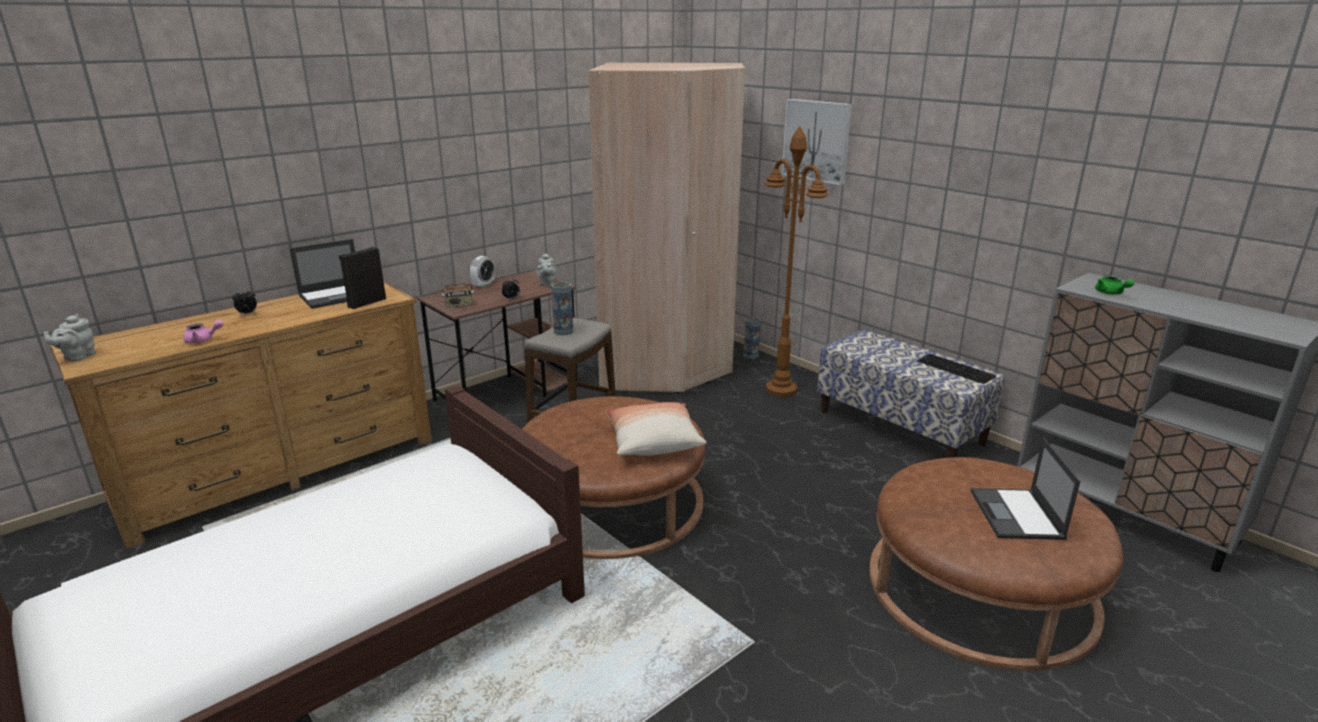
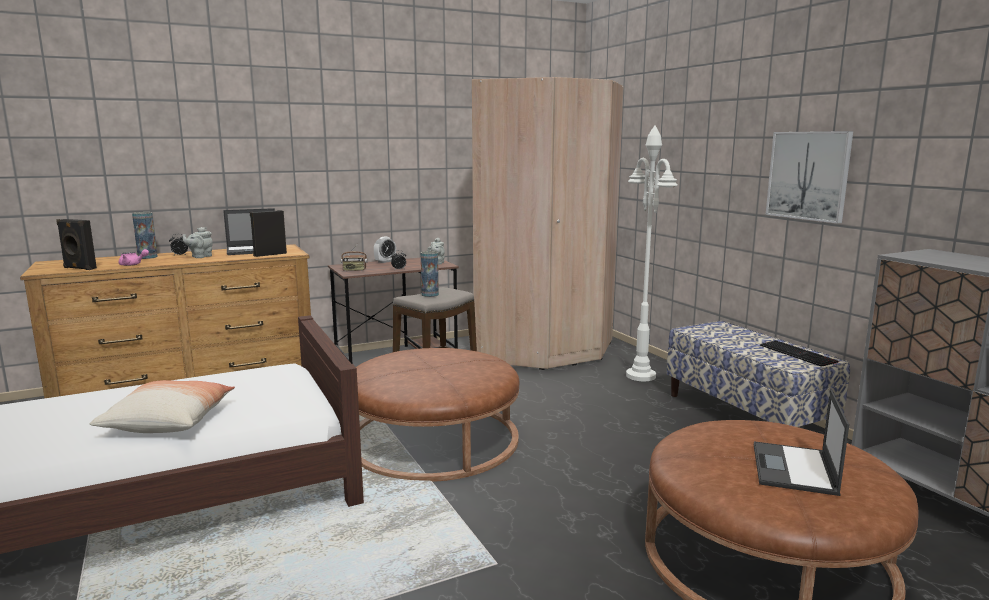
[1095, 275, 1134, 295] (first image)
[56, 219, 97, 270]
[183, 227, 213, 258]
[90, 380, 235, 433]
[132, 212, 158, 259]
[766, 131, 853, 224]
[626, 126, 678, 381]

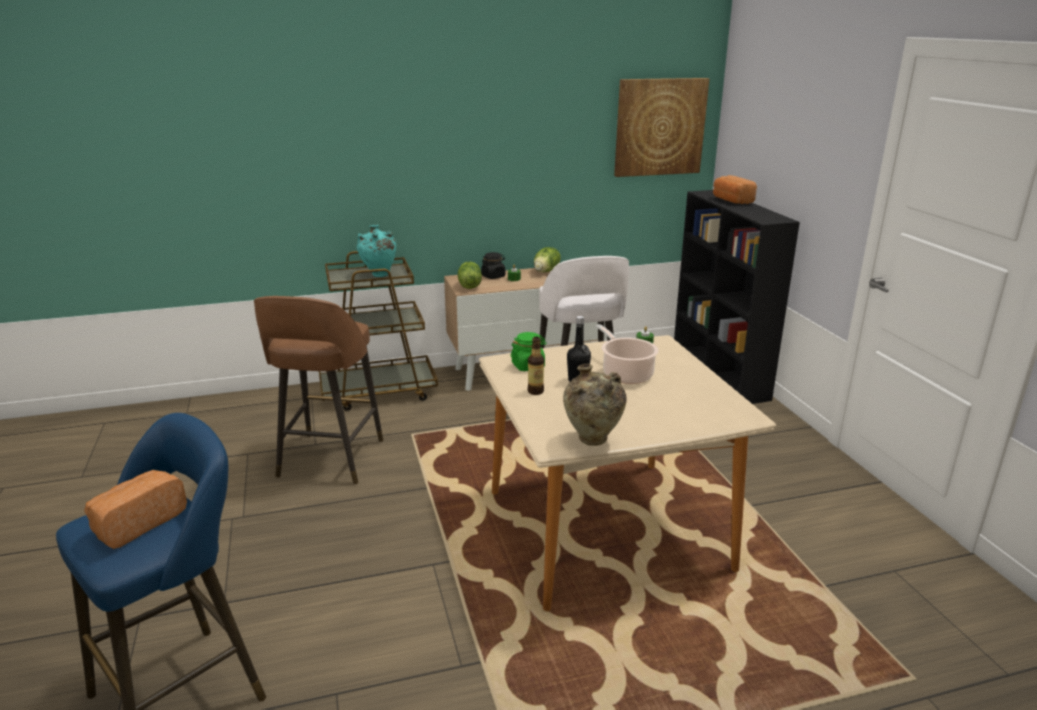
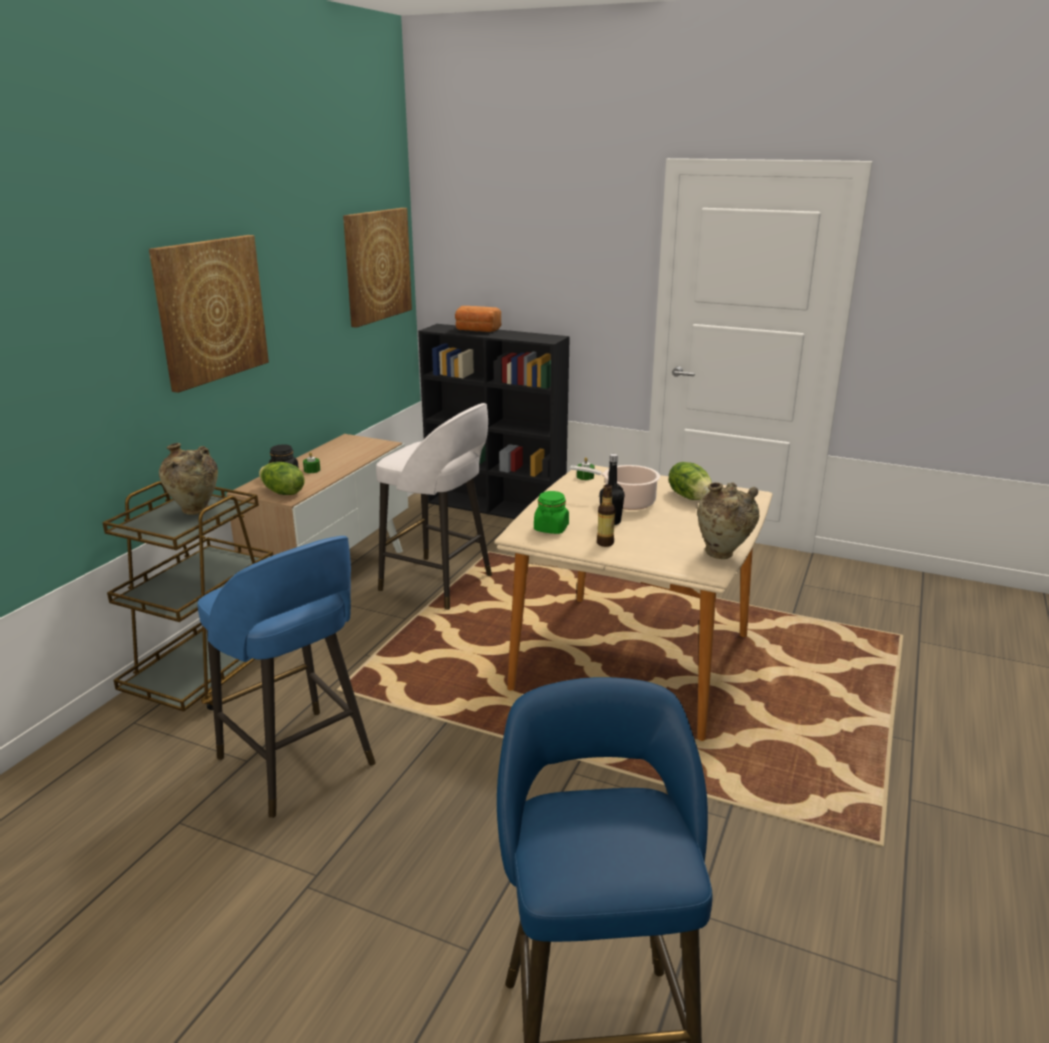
[84, 470, 187, 549] (first image)
[149, 235, 269, 393]
[669, 462, 712, 500]
[197, 536, 376, 818]
[159, 443, 218, 515]

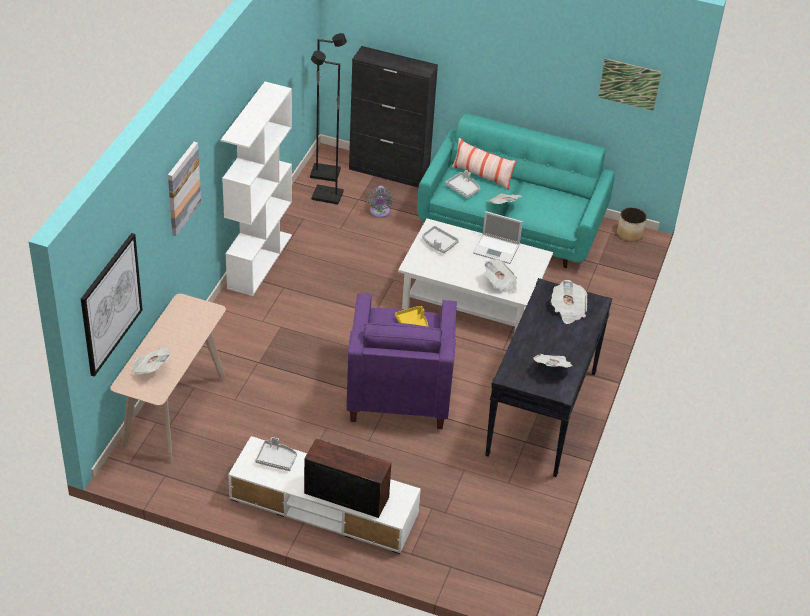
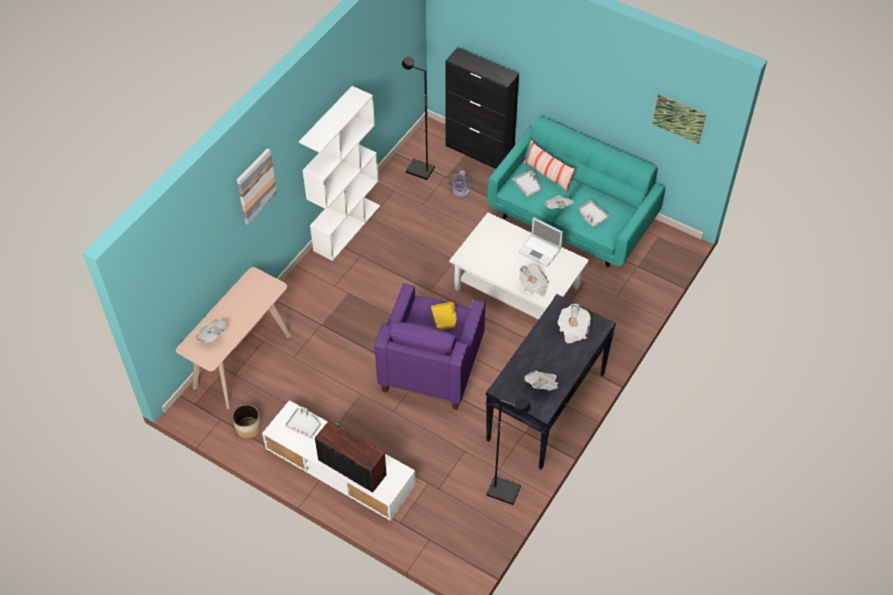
[81, 233, 143, 377] (first image)
[486, 398, 531, 505]
[579, 200, 609, 227]
[233, 405, 262, 439]

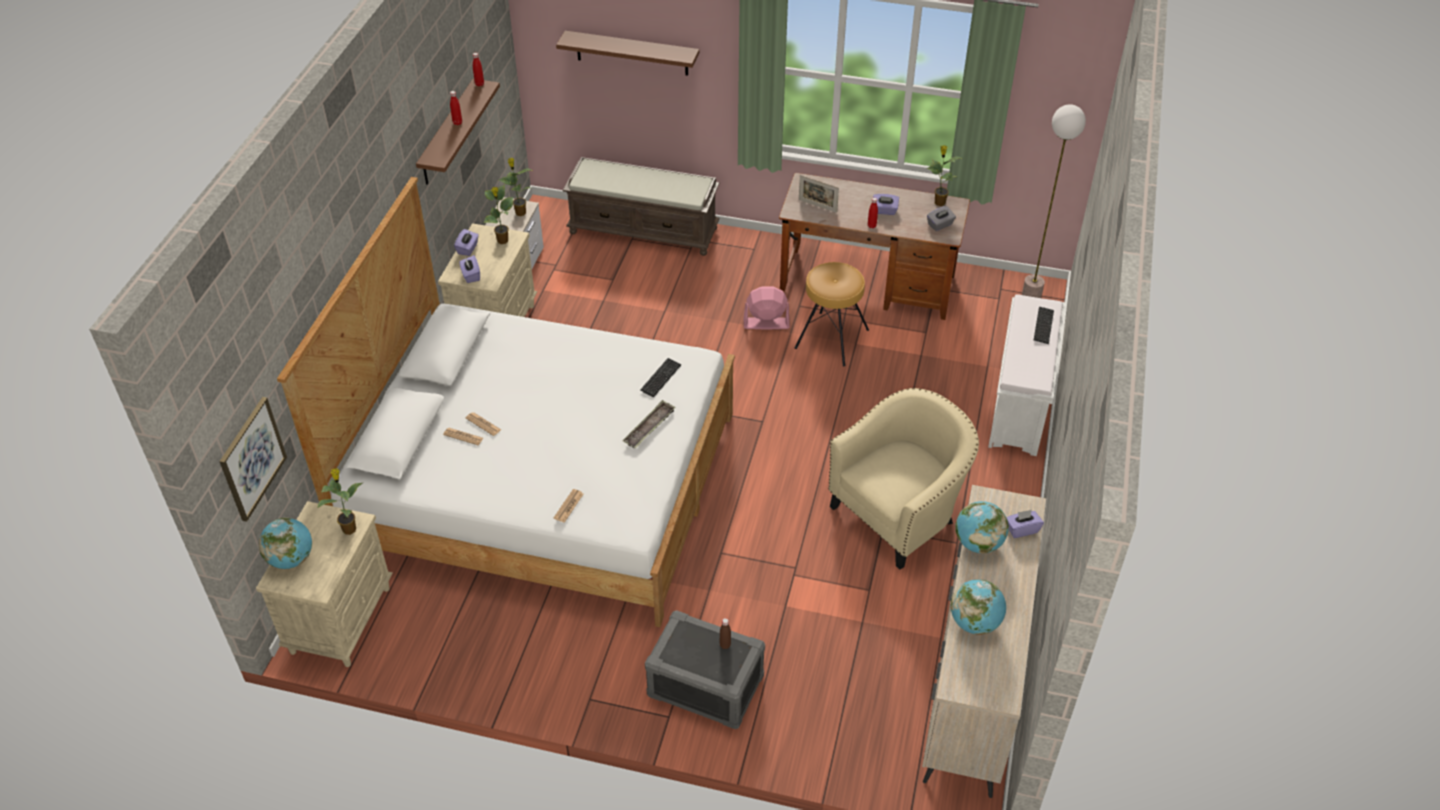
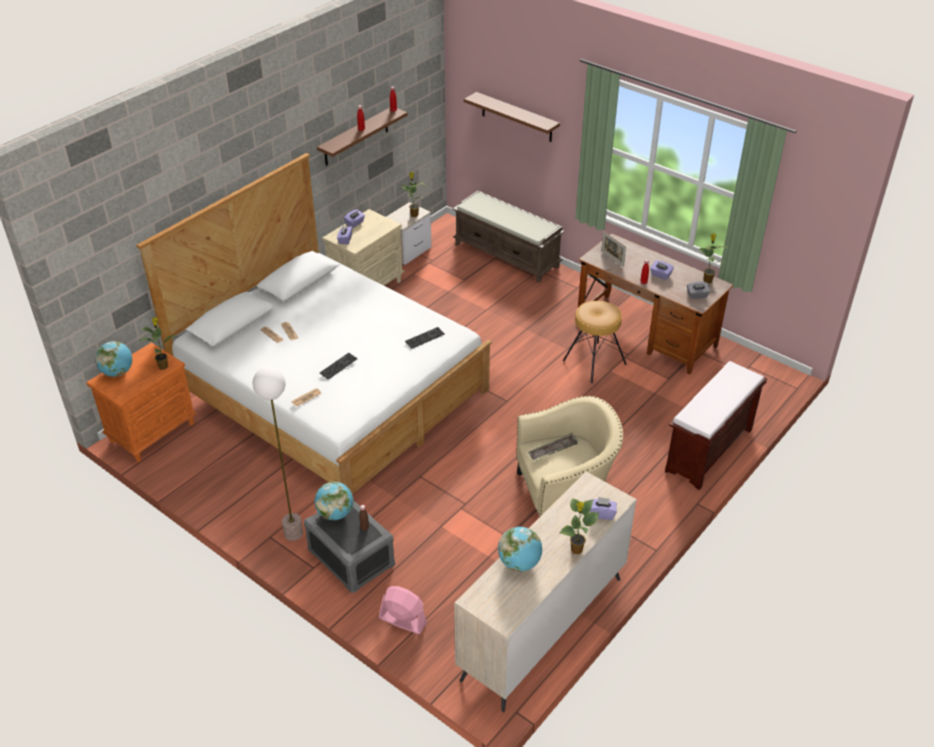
[219, 397, 287, 522] (first image)
[559, 498, 599, 555]
[527, 433, 579, 461]
[379, 586, 427, 634]
[315, 482, 353, 520]
[253, 366, 303, 541]
[320, 353, 358, 380]
[86, 343, 197, 462]
[665, 361, 767, 490]

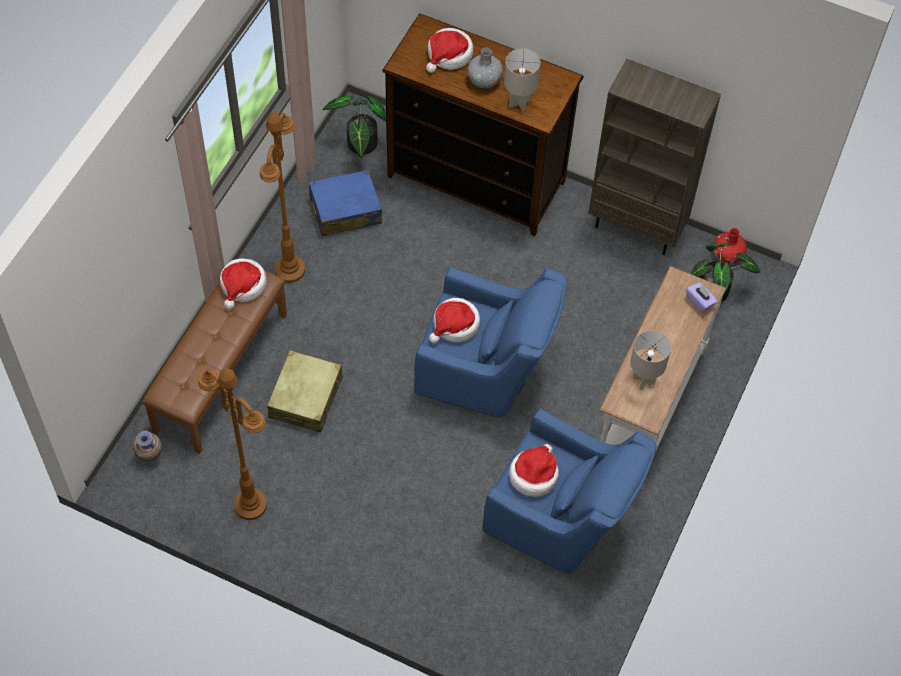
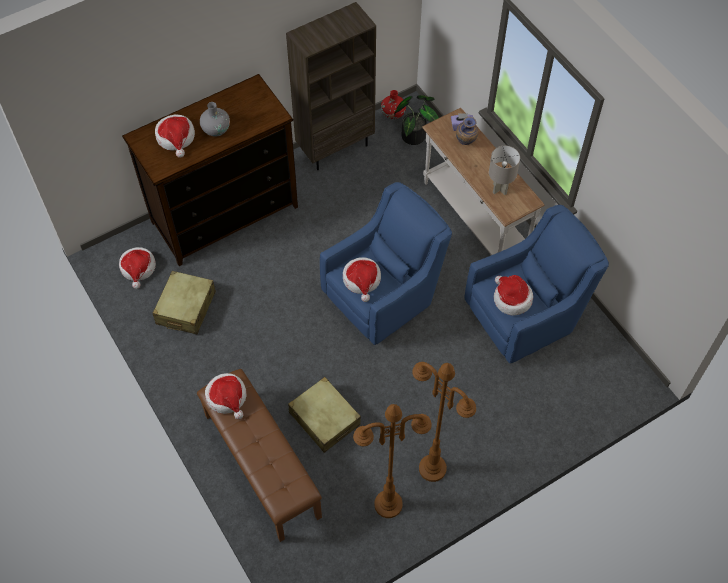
[504, 48, 541, 111] (first image)
[456, 117, 478, 145]
[412, 362, 476, 482]
[119, 247, 156, 289]
[152, 271, 216, 334]

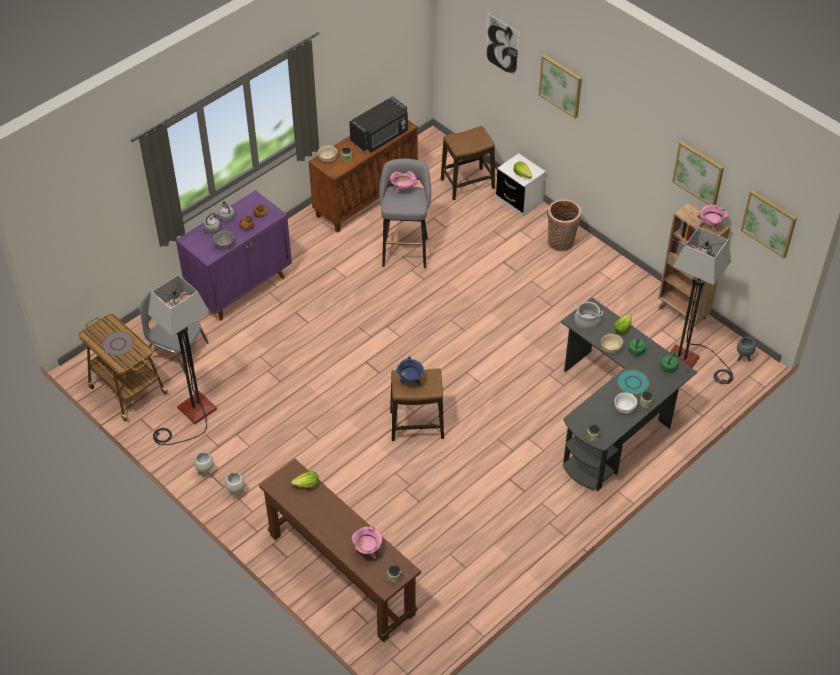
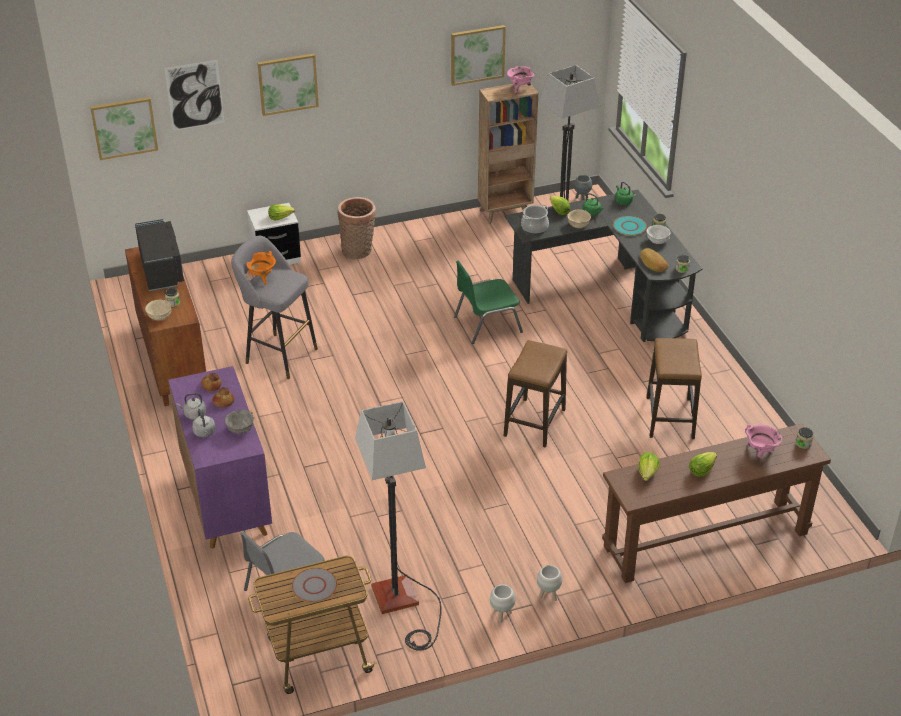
[396, 356, 424, 385] (first image)
[454, 261, 523, 344]
[640, 248, 668, 272]
[689, 452, 717, 477]
[647, 338, 702, 439]
[90, 97, 158, 160]
[247, 251, 276, 285]

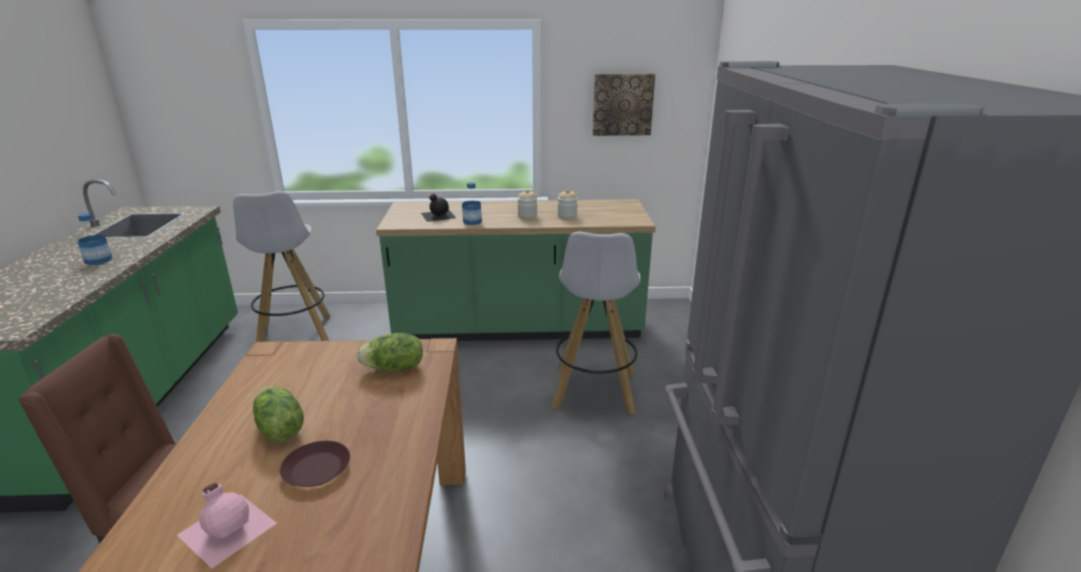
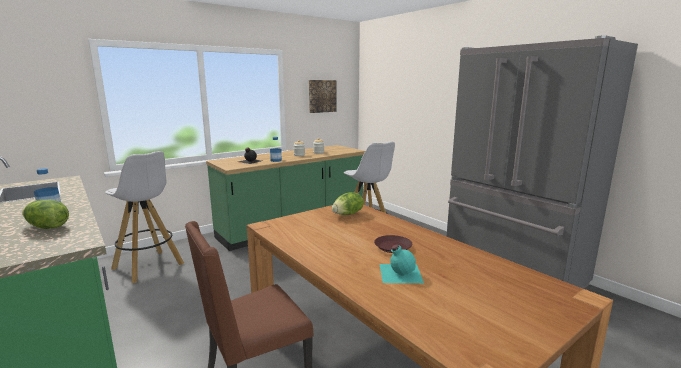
[22, 200, 69, 229]
[379, 244, 424, 283]

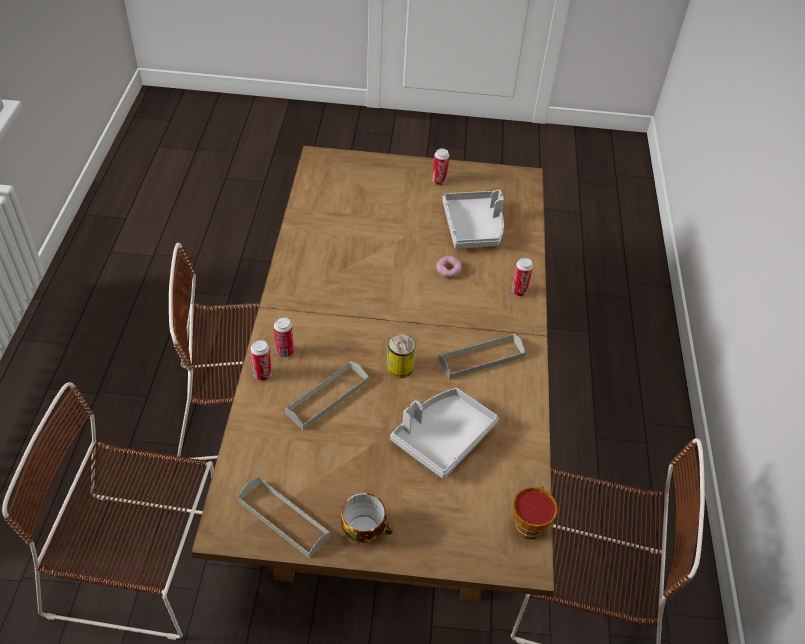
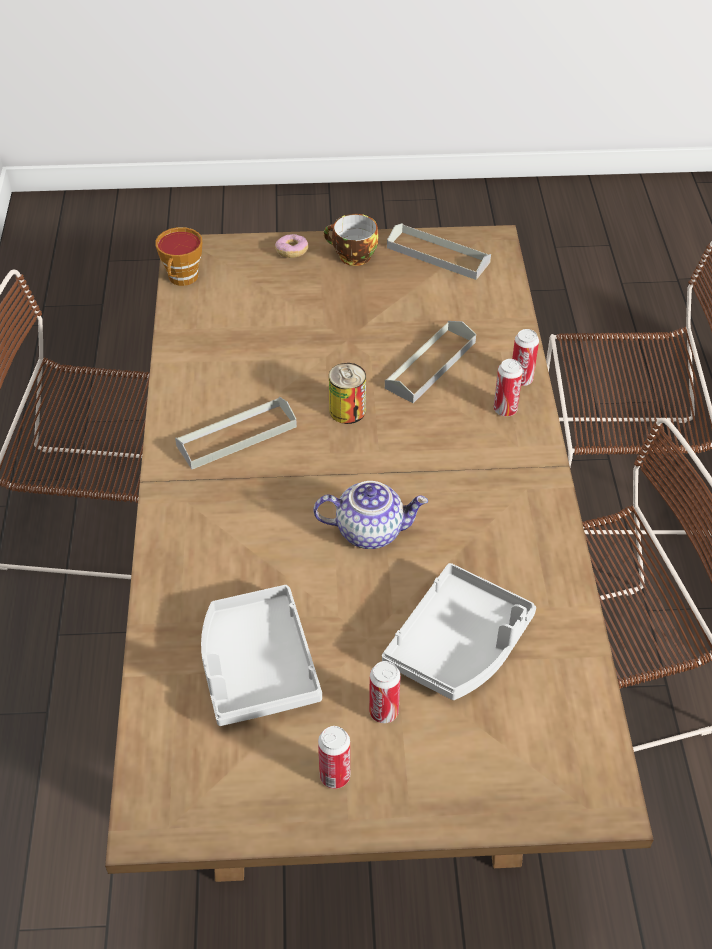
[313, 481, 428, 549]
[382, 563, 536, 700]
[275, 234, 308, 258]
[369, 661, 401, 723]

